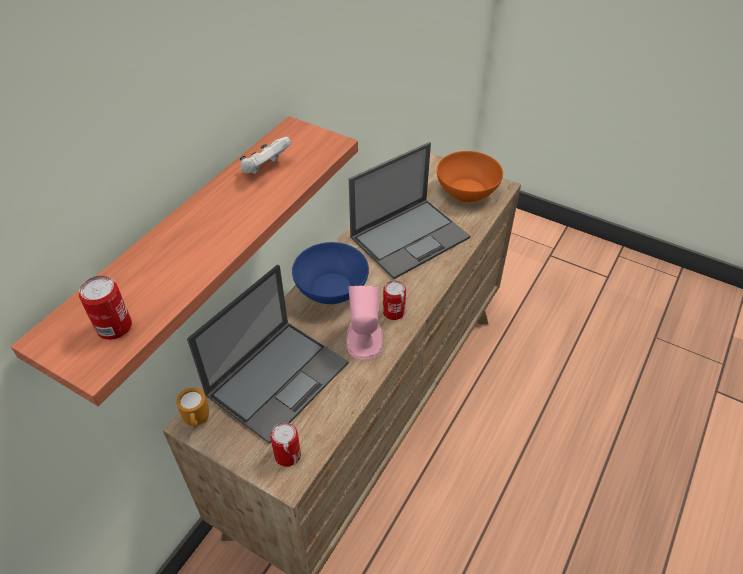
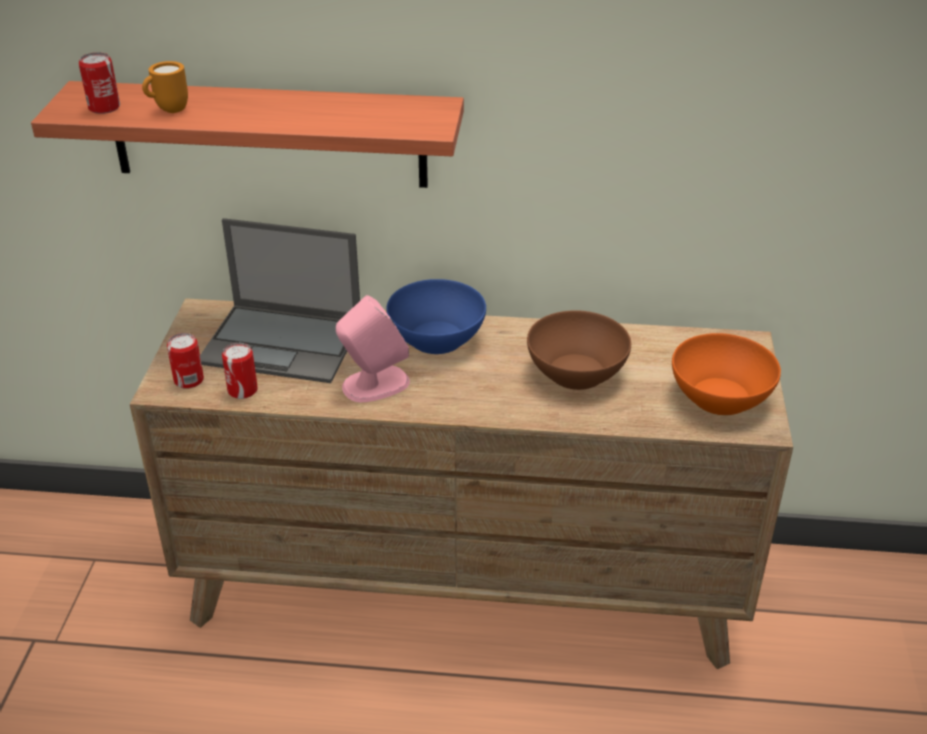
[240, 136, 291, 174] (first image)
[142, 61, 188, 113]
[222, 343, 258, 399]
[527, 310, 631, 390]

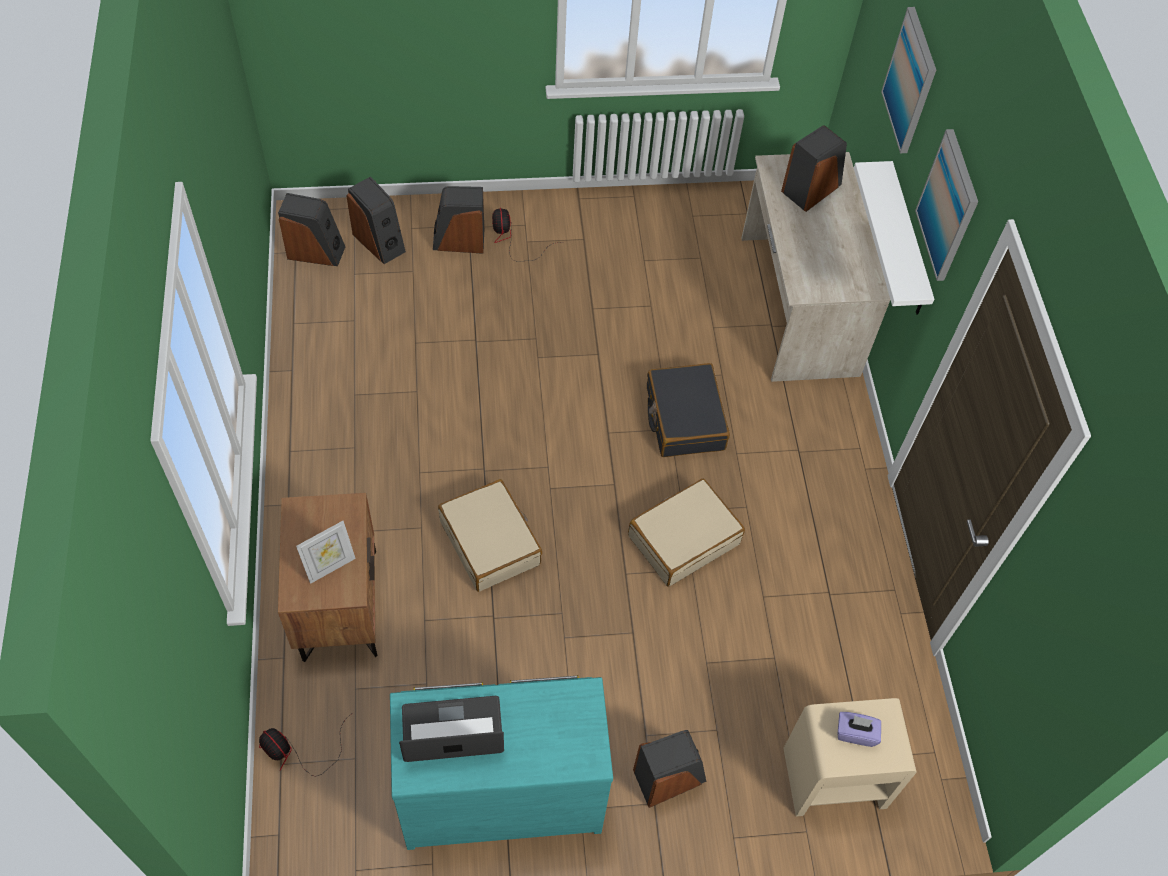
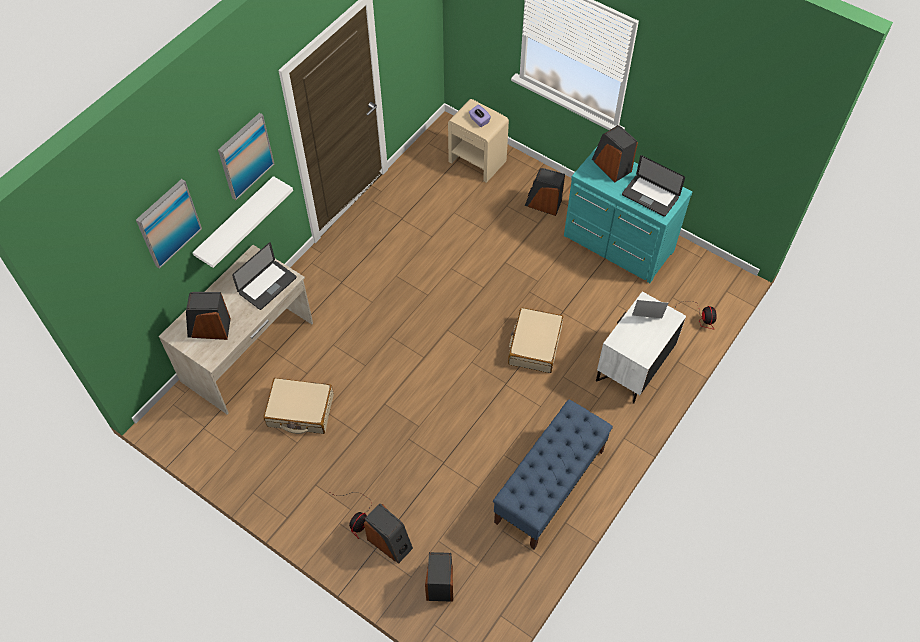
[647, 363, 730, 457] (first image)
[232, 242, 297, 310]
[493, 399, 613, 549]
[592, 125, 638, 183]
[264, 378, 334, 434]
[596, 291, 686, 403]

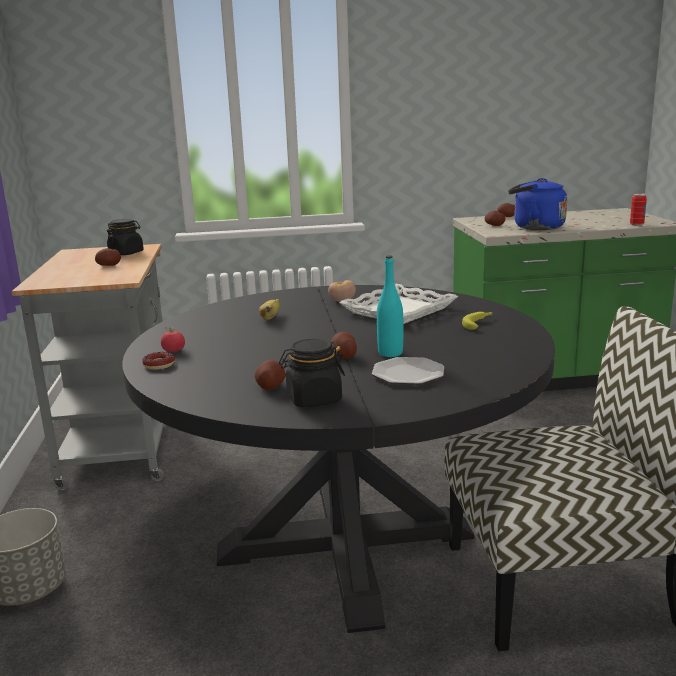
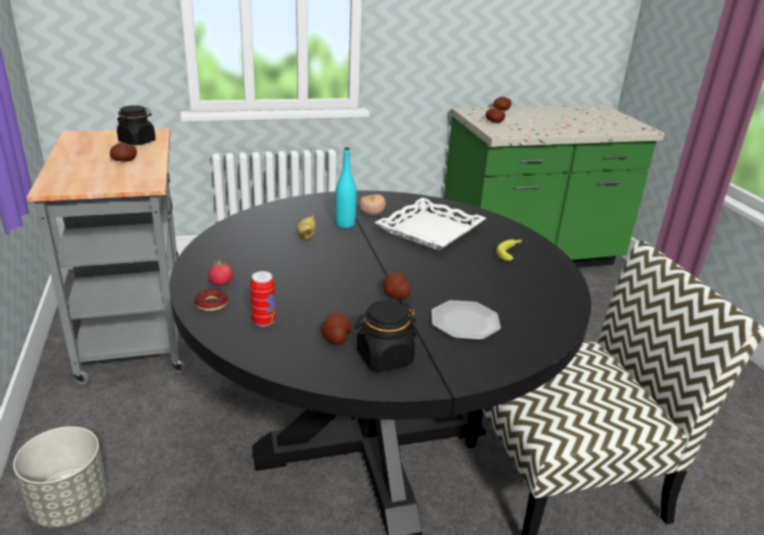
[508, 178, 567, 230] (first image)
[335, 147, 357, 228]
[250, 271, 276, 327]

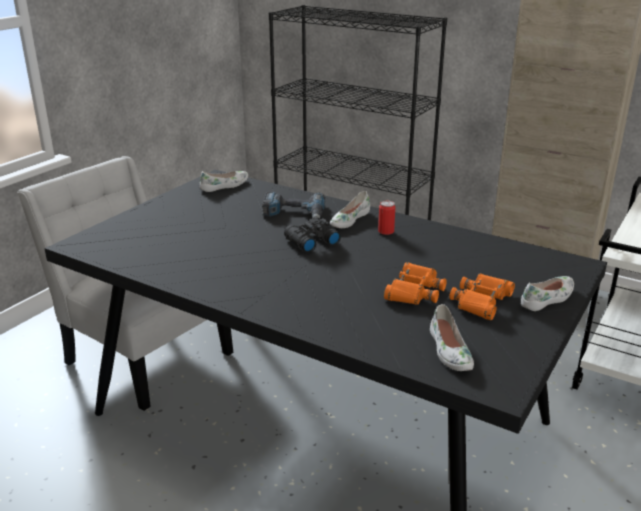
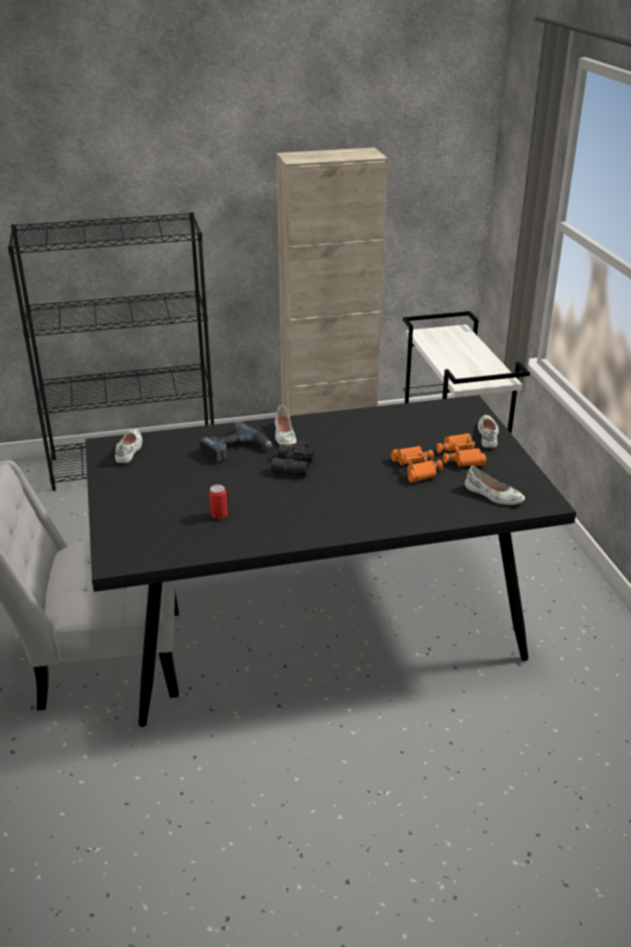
[209, 484, 228, 519]

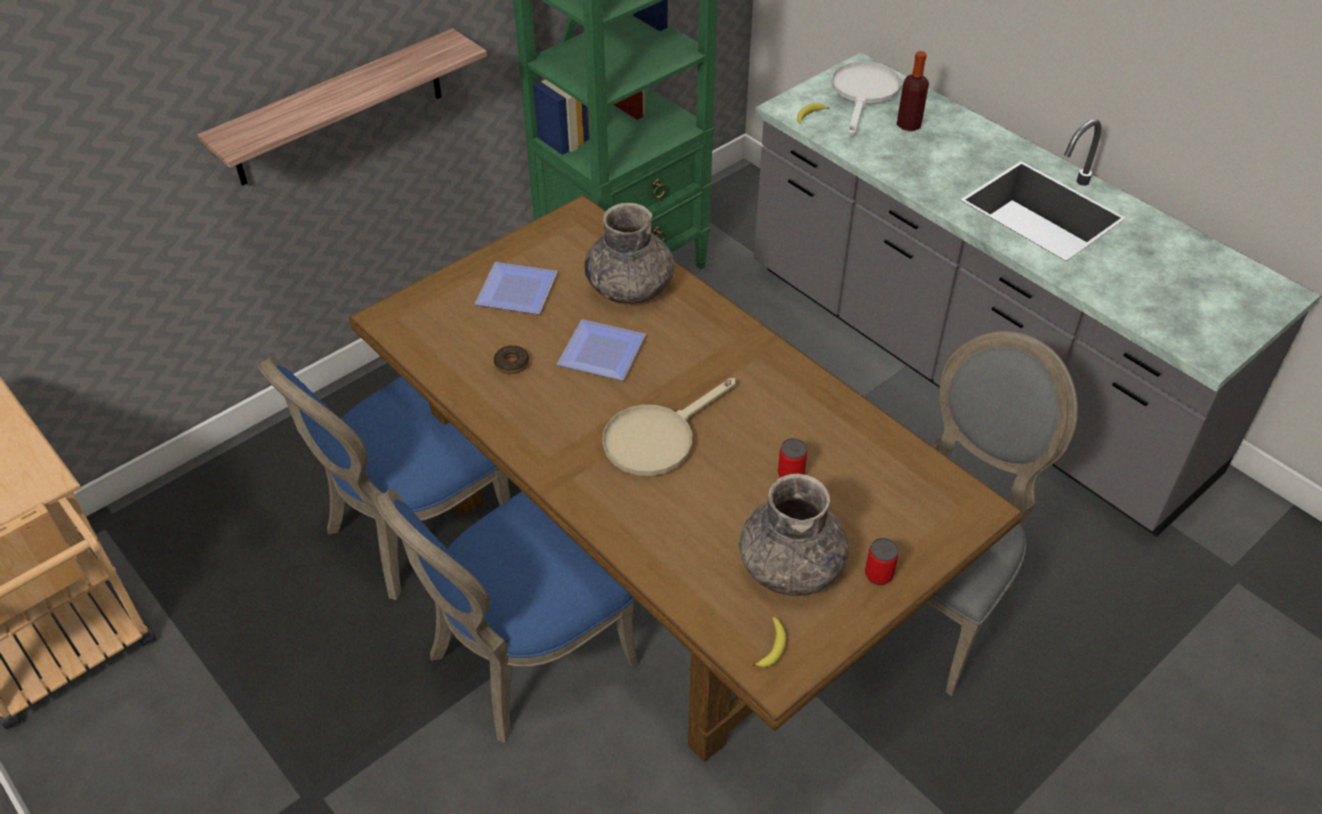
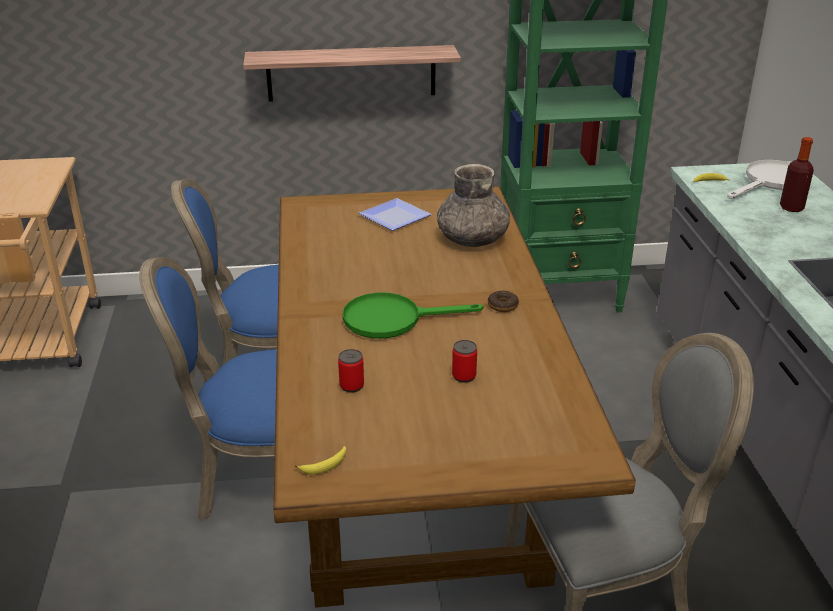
[557, 319, 646, 381] (first image)
[739, 474, 849, 596] (first image)
[488, 291, 519, 312]
[338, 349, 364, 392]
[343, 292, 483, 339]

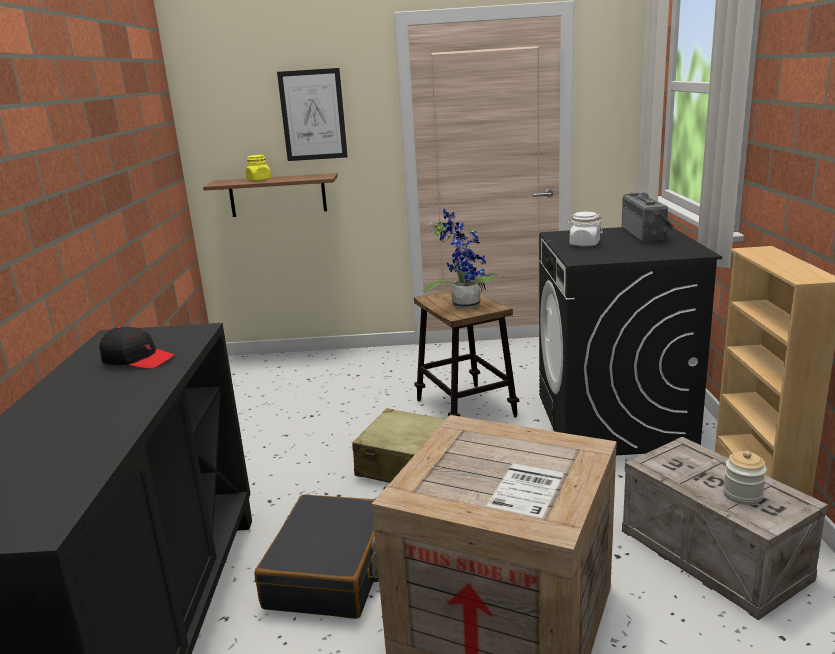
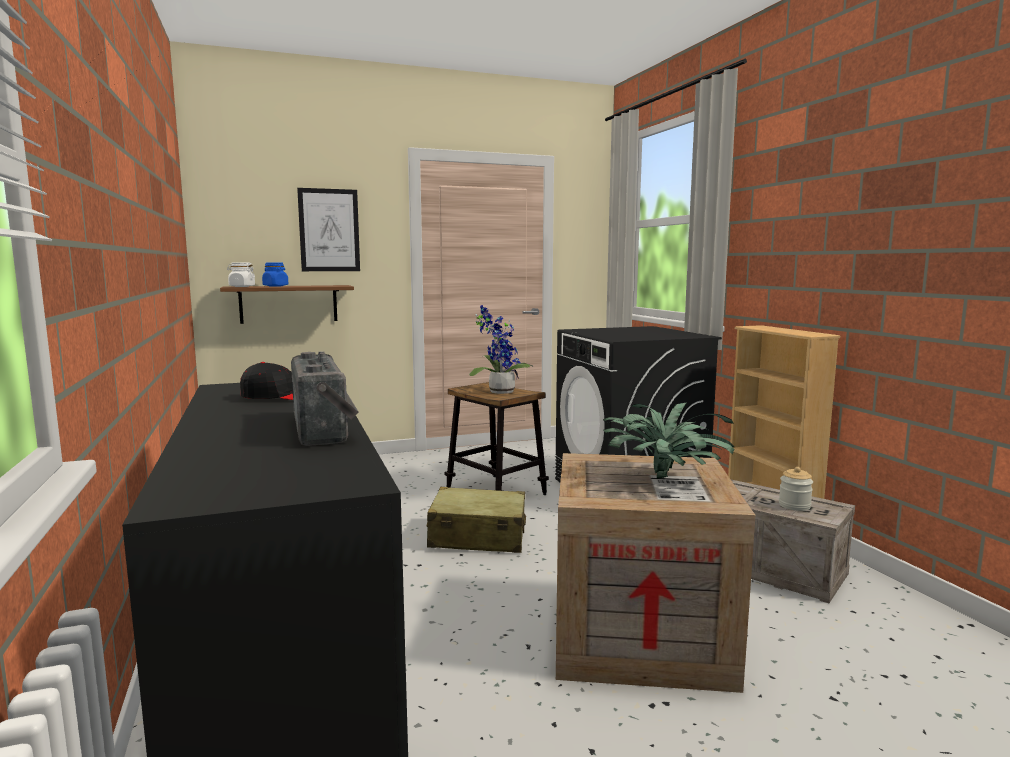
[254, 495, 379, 619] (first image)
[603, 402, 735, 479]
[227, 262, 255, 287]
[291, 351, 358, 446]
[262, 262, 289, 287]

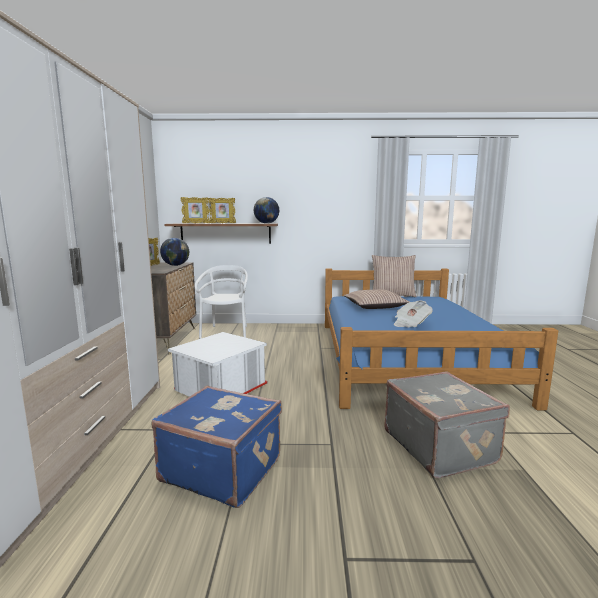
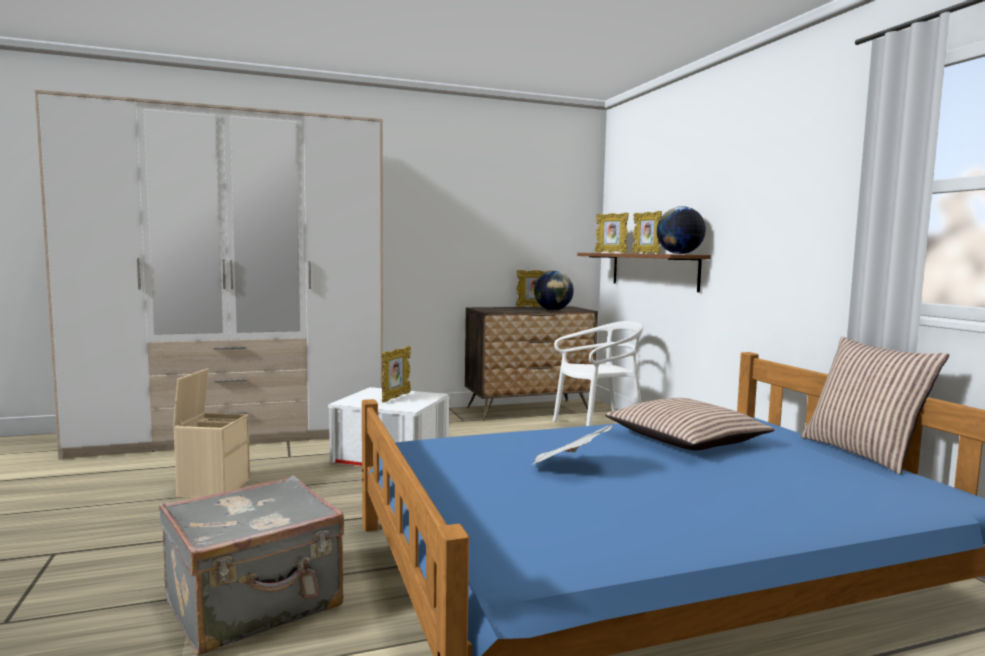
[382, 346, 411, 403]
[173, 368, 250, 498]

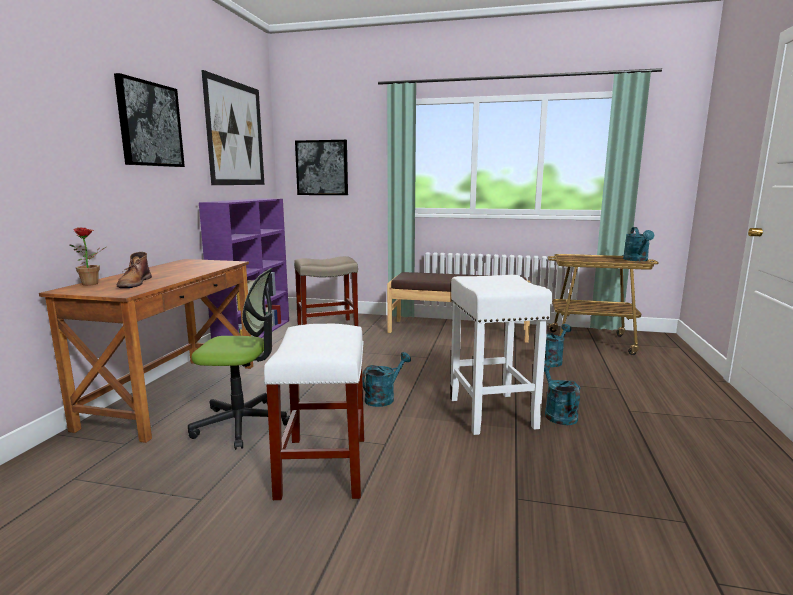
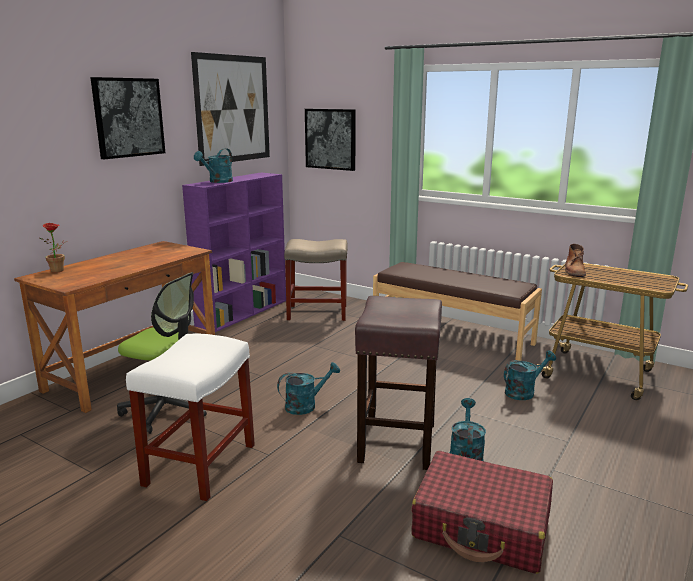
[411, 451, 553, 574]
[565, 244, 586, 277]
[194, 148, 233, 183]
[355, 296, 442, 470]

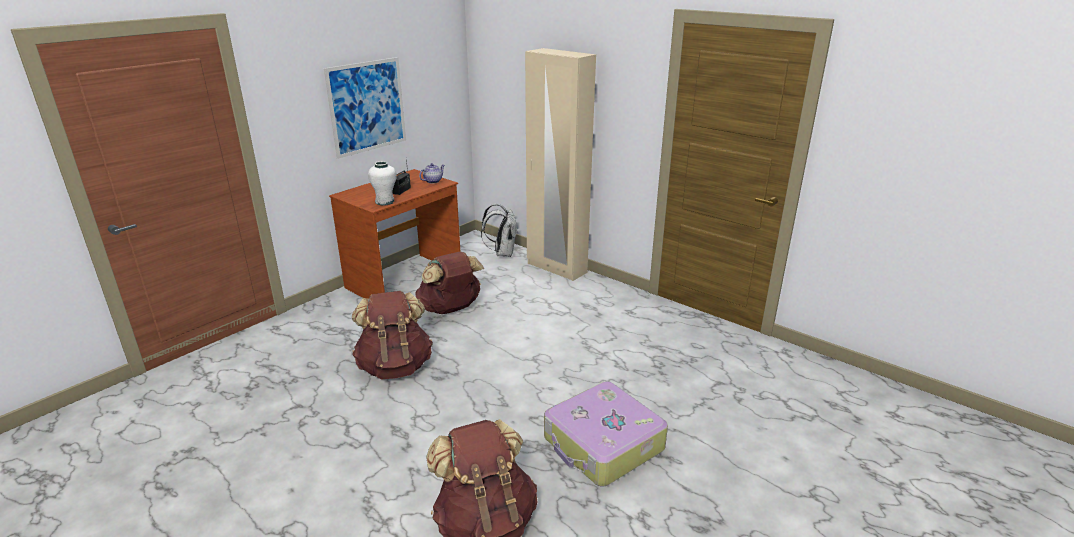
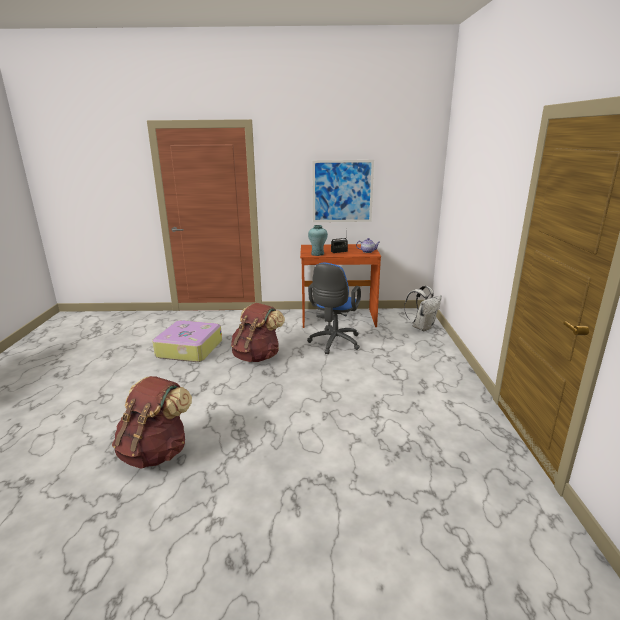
[525, 48, 596, 281] (first image)
[152, 320, 222, 362]
[307, 263, 361, 354]
[308, 225, 328, 256]

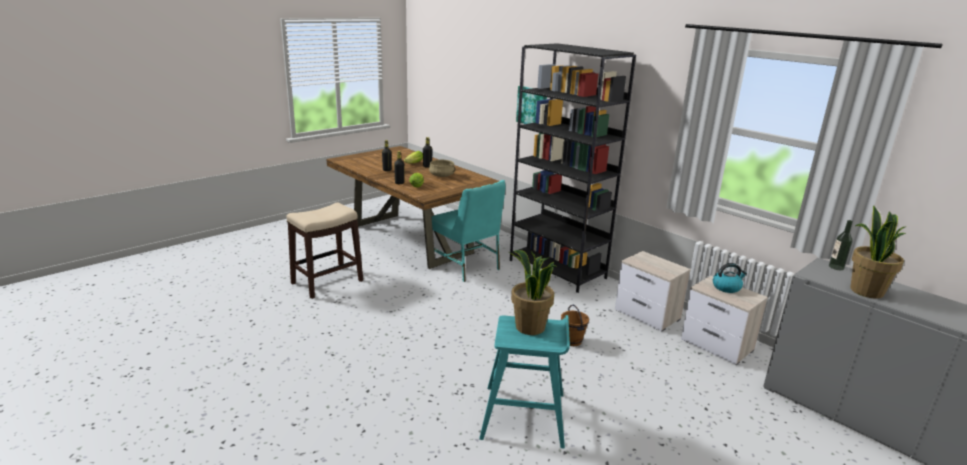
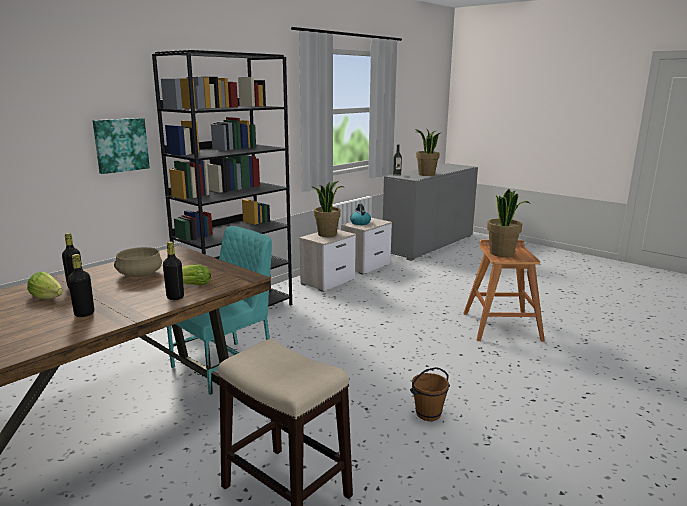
[310, 181, 343, 237]
[410, 367, 450, 421]
[463, 239, 545, 342]

